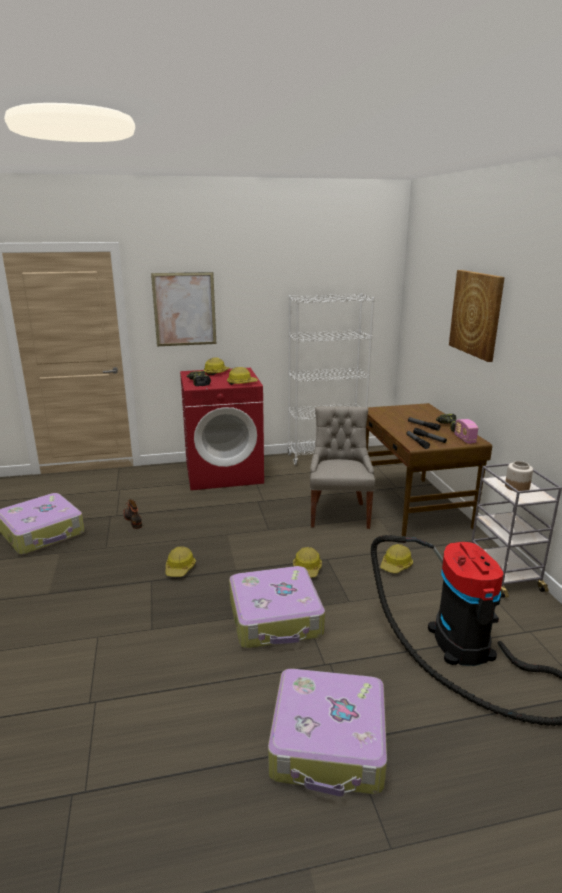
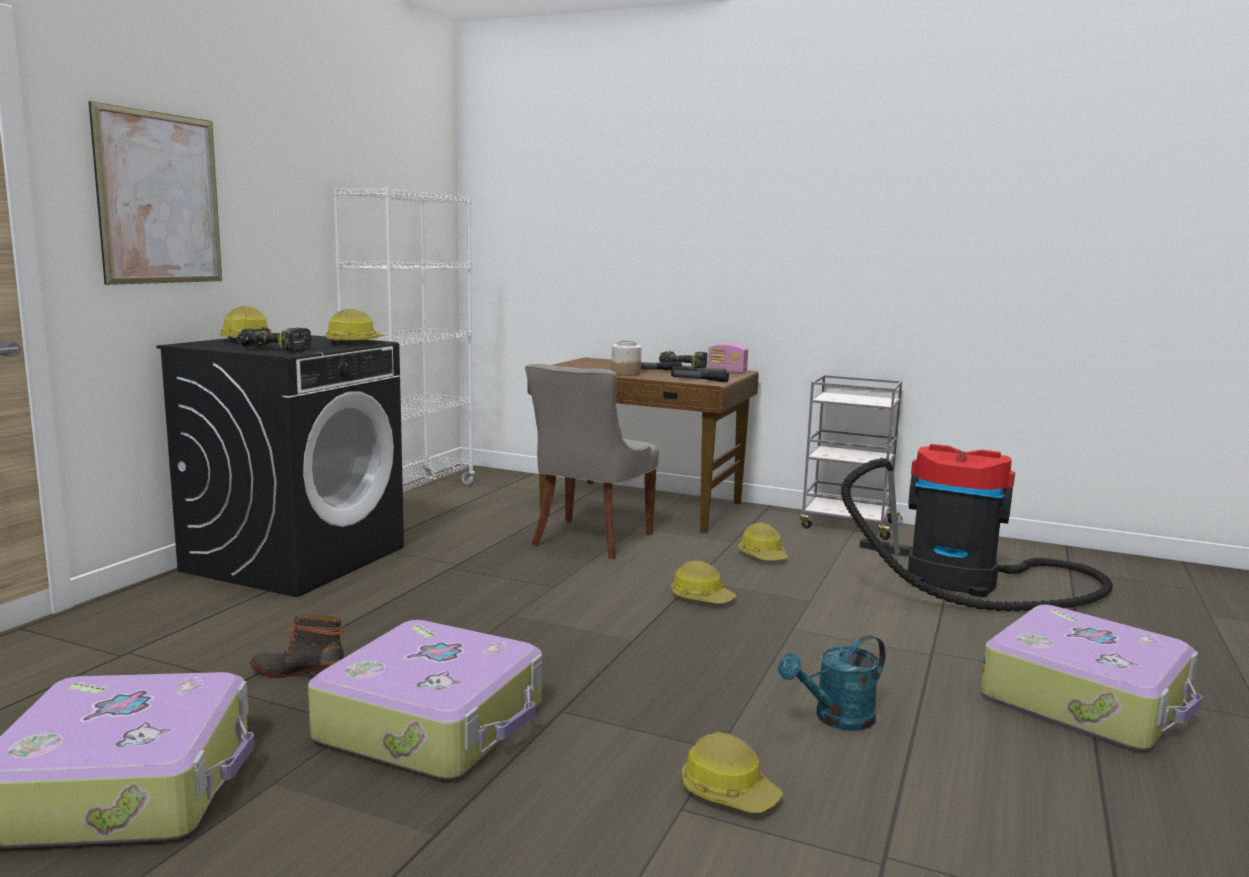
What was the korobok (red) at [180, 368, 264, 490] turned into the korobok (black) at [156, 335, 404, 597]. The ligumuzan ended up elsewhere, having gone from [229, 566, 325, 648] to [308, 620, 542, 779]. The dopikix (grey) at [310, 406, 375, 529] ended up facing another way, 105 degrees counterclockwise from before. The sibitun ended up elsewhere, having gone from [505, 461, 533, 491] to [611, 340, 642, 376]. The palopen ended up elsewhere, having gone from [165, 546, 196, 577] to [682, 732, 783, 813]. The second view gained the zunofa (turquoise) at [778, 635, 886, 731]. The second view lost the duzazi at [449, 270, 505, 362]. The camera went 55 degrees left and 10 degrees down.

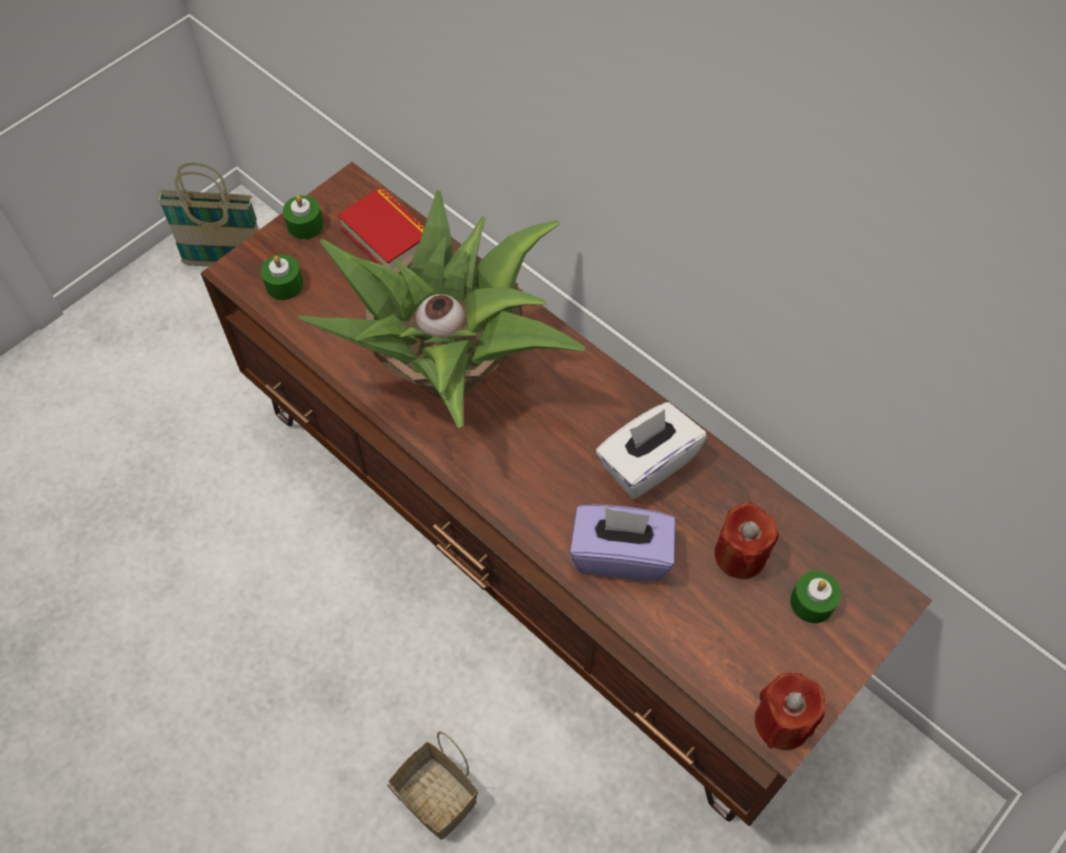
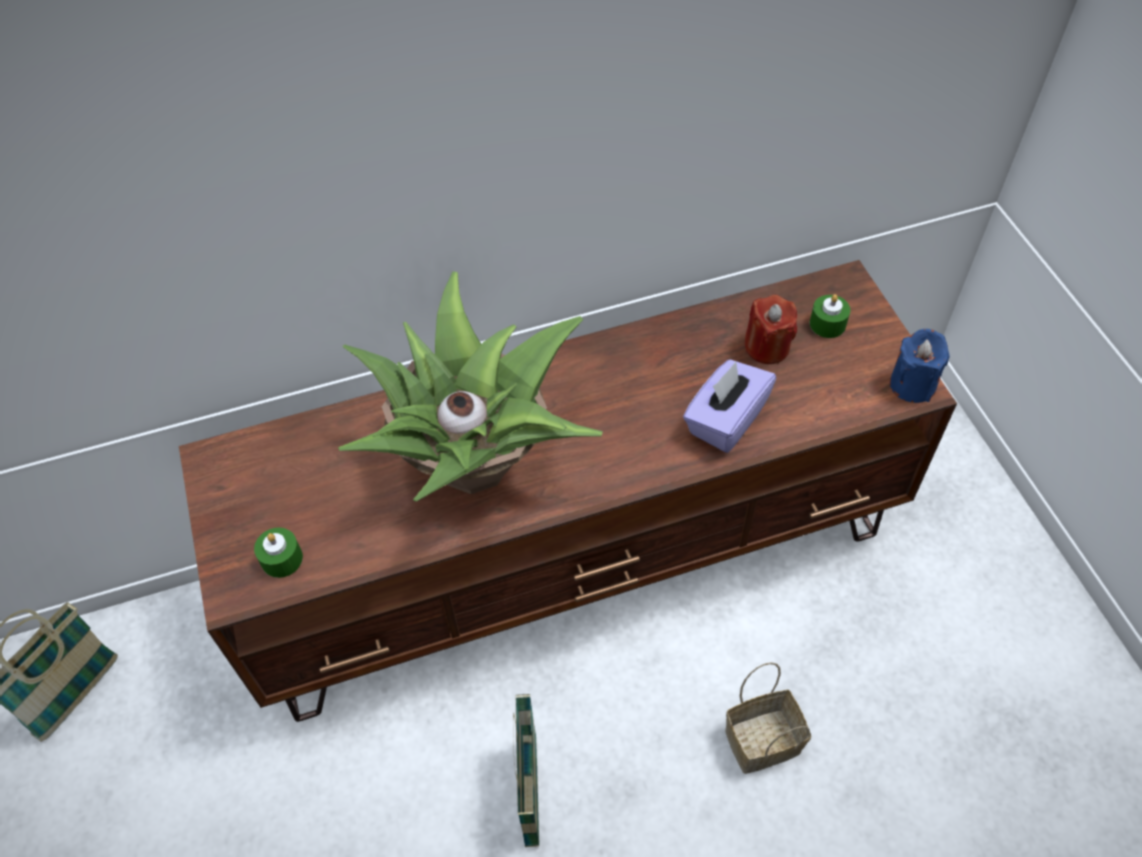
The second view gained the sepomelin at [513, 694, 539, 847]. What was the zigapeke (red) at [755, 673, 826, 750] turned into the zigapeke (blue) at [890, 329, 950, 403]. The second view lost the zigapeke (green) at [283, 195, 324, 239]. The second view lost the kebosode at [338, 188, 424, 270]. The second view lost the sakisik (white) at [596, 402, 707, 499]. The camera went 60 degrees left and 5 degrees down.

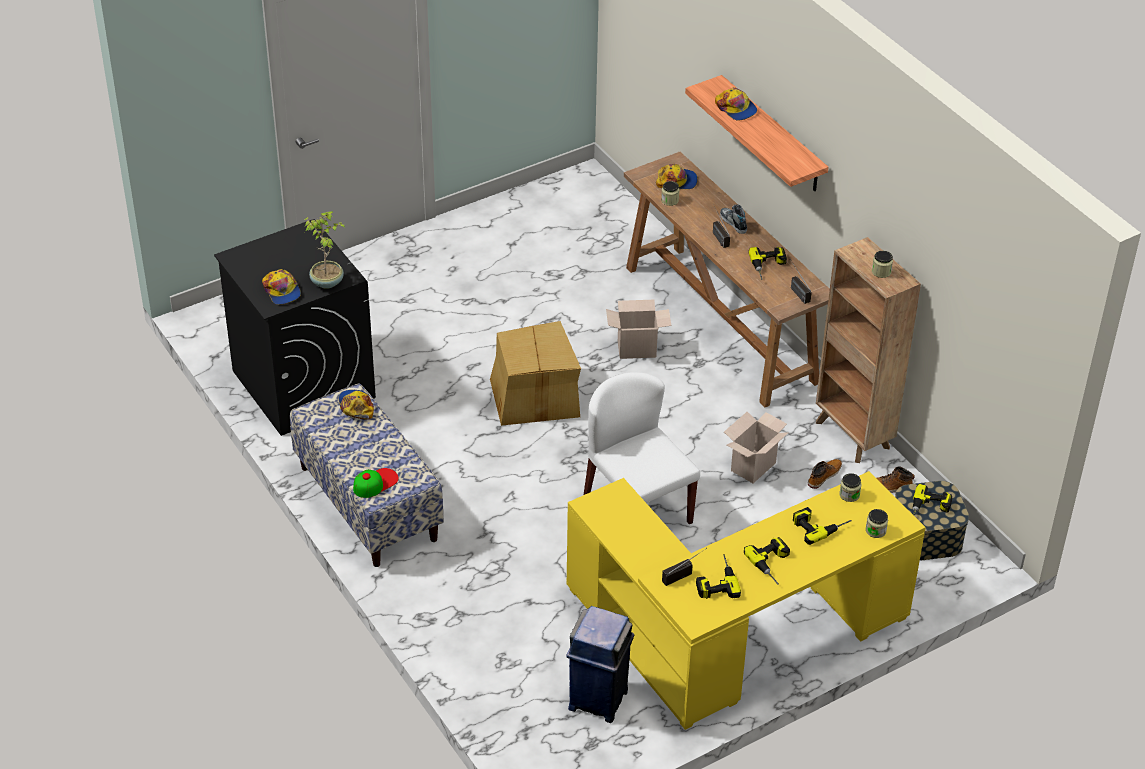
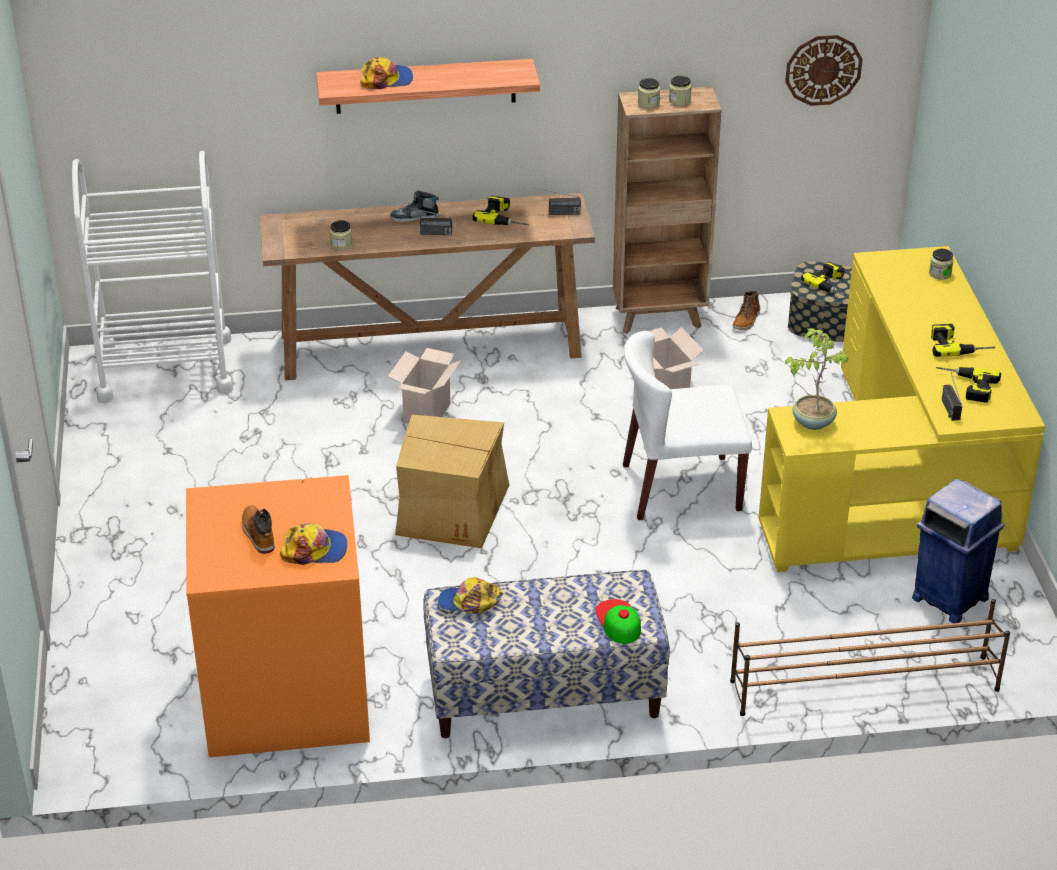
The second view gained the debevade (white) at [72, 151, 233, 403]. What was the korobok (black) at [214, 219, 376, 436] turned into the korobok (orange) at [186, 475, 370, 757]. The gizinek ended up elsewhere, having gone from [808, 459, 842, 489] to [242, 505, 275, 554]. The sibitun ended up elsewhere, having gone from [839, 473, 861, 502] to [638, 78, 660, 109]. The second view gained the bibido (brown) at [730, 599, 1010, 716]. The second view gained the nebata at [785, 35, 863, 106]. The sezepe ended up elsewhere, having gone from [304, 211, 346, 289] to [785, 328, 849, 430]. The second view lost the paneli at [656, 164, 698, 189]. The second view lost the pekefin at [793, 507, 852, 545]. The camera went 65 degrees left and 5 degrees down.

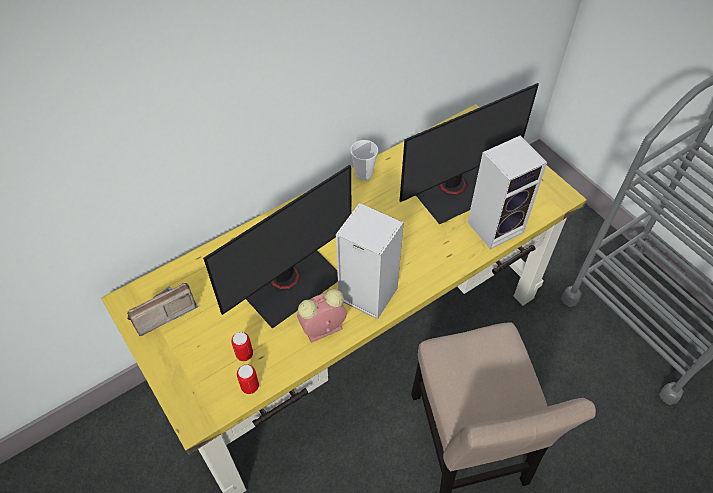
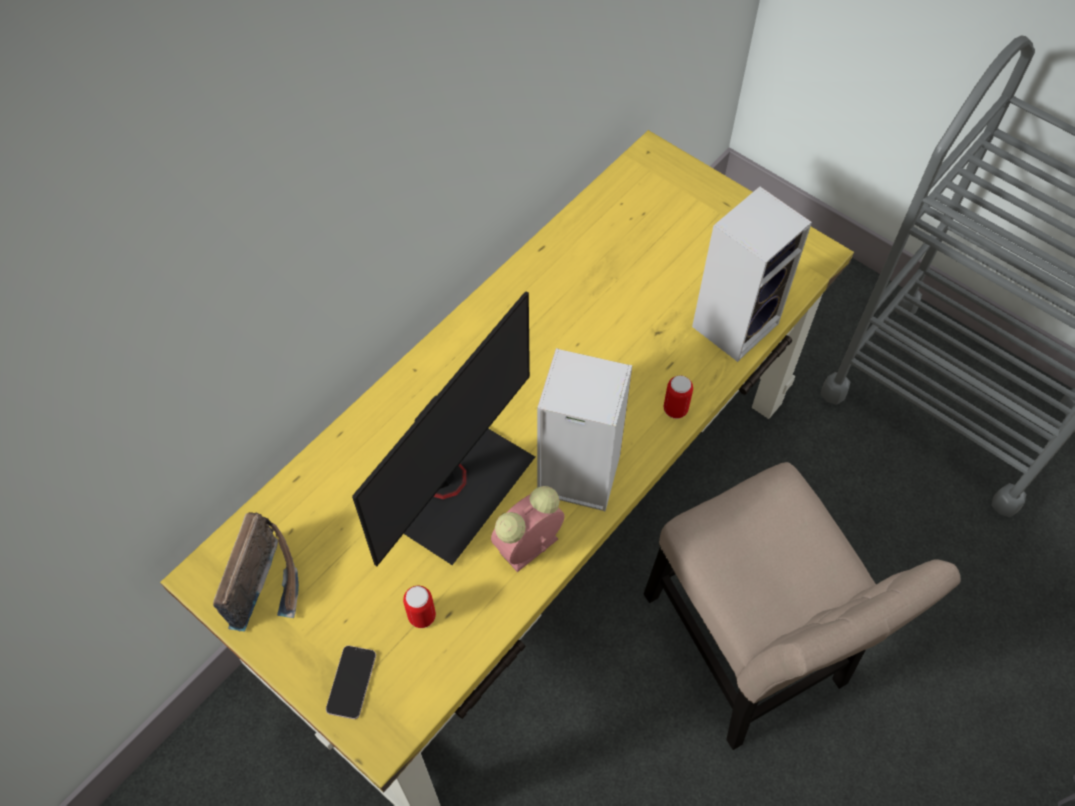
The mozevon at [127, 283, 198, 336] ended up facing another way, 150 degrees clockwise from before. The second view gained the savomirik at [326, 646, 376, 719]. The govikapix ended up elsewhere, having gone from [237, 364, 259, 394] to [664, 375, 693, 419]. The second view lost the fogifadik at [351, 140, 378, 181]. The second view lost the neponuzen at [400, 83, 539, 224]. The camera went 15 degrees left and 5 degrees up.

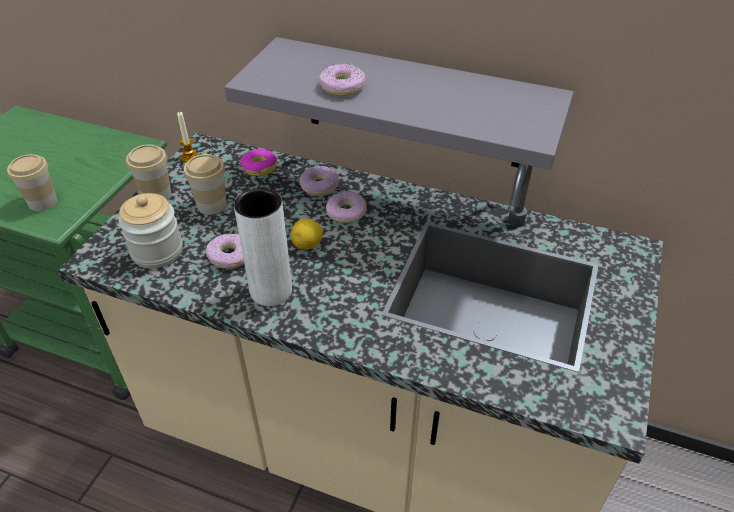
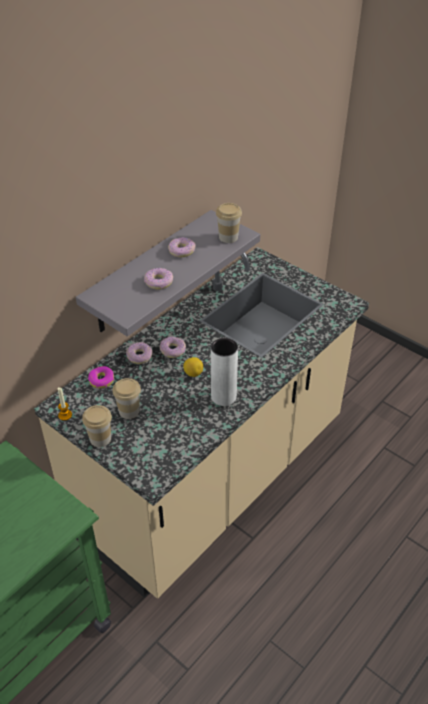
The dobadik ended up elsewhere, having gone from [206, 234, 244, 269] to [168, 237, 196, 257]. The fogifadik ended up elsewhere, having gone from [7, 154, 57, 211] to [216, 203, 242, 243]. The second view lost the sibitun at [118, 193, 183, 268]. The camera went 70 degrees left and 0 degrees up.

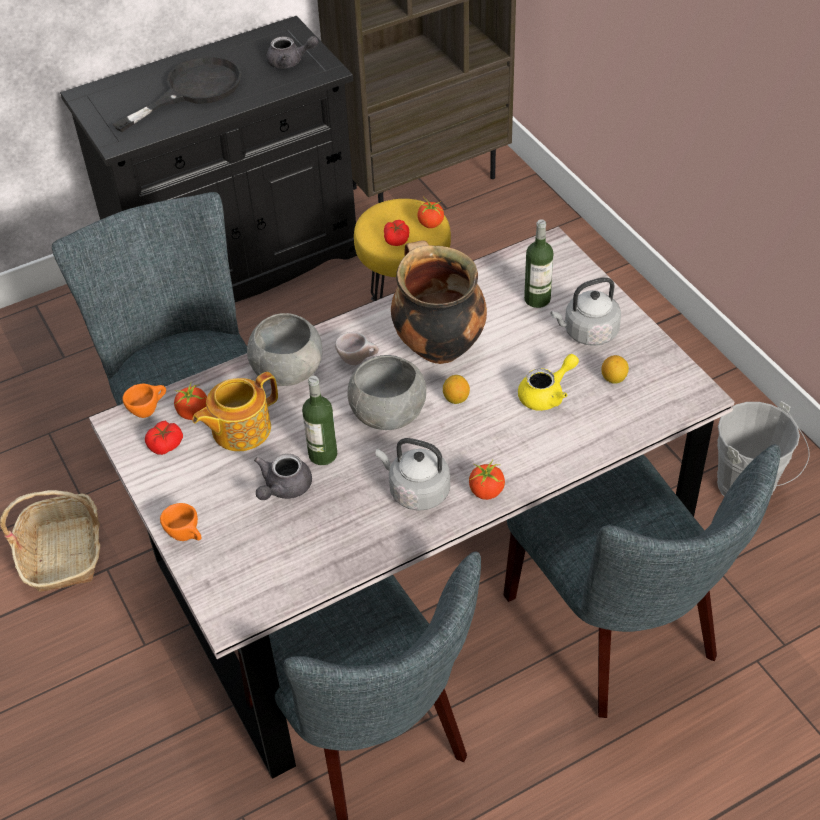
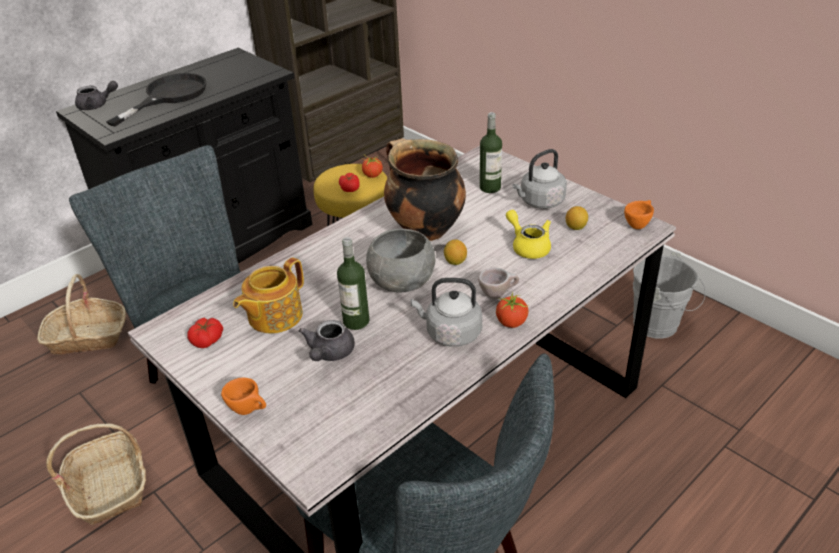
The second view gained the sepomelin at [37, 274, 126, 355]. The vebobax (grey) ended up elsewhere, having gone from [266, 36, 319, 68] to [75, 81, 118, 110]. The fogifadik (beige) ended up elsewhere, having gone from [335, 332, 379, 365] to [478, 268, 519, 299]. The vebobax (yellow) at [518, 354, 579, 411] ended up facing another way, 75 degrees counterclockwise from before. The fogifadik (orange) ended up elsewhere, having gone from [123, 383, 166, 418] to [624, 200, 654, 229]. The second view lost the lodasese at [174, 384, 207, 420]. The second view lost the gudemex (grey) at [247, 313, 322, 386]. The second view lost the dopikix (grey) at [503, 444, 780, 718]. The camera went 15 degrees left and 10 degrees down.

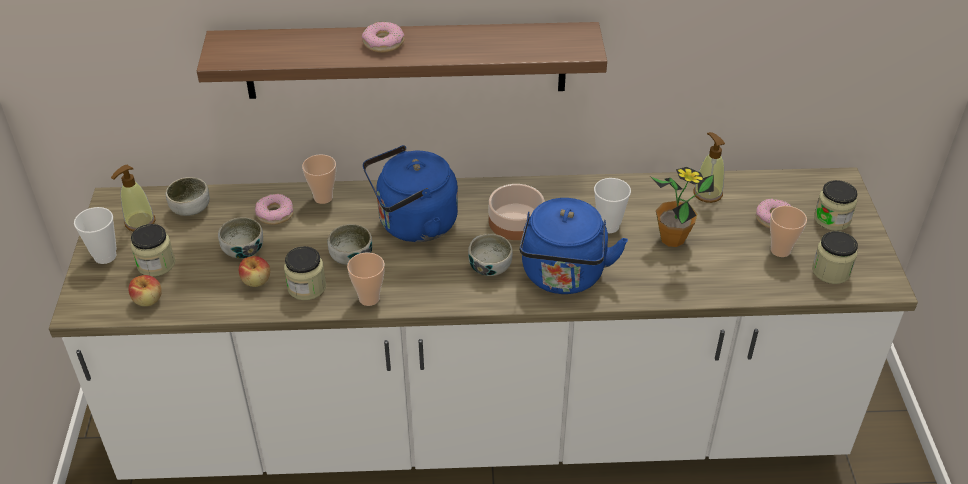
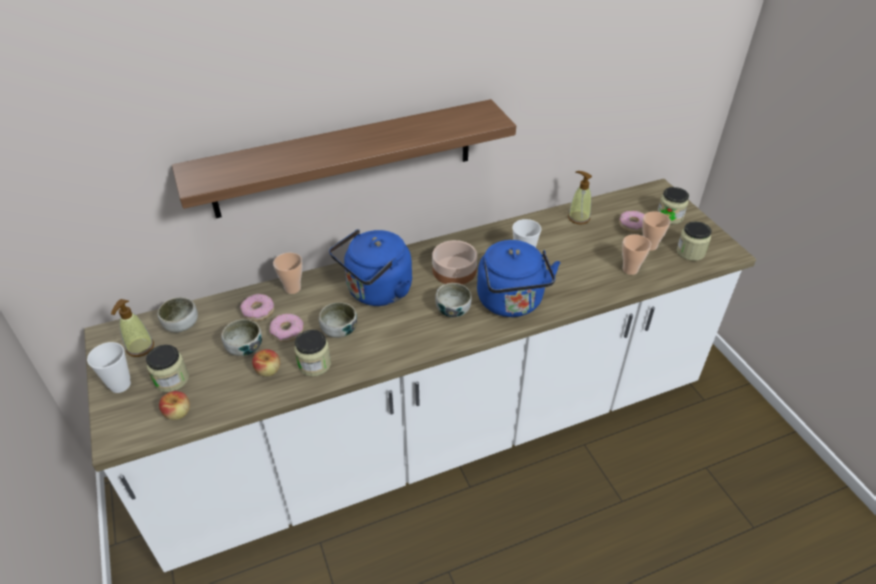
The dobadik ended up elsewhere, having gone from [362, 22, 404, 53] to [269, 313, 304, 342]. The fogifadik ended up elsewhere, having gone from [347, 253, 385, 306] to [622, 234, 651, 275]. The second view lost the sezepe at [651, 167, 714, 247]. The camera went 20 degrees left and 0 degrees up.

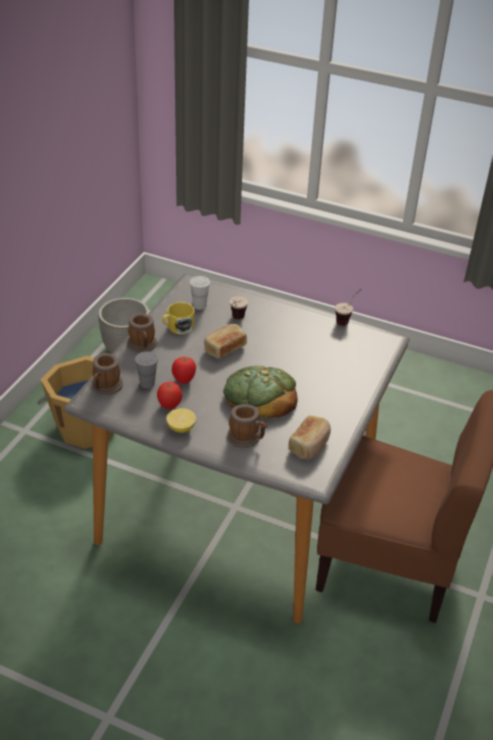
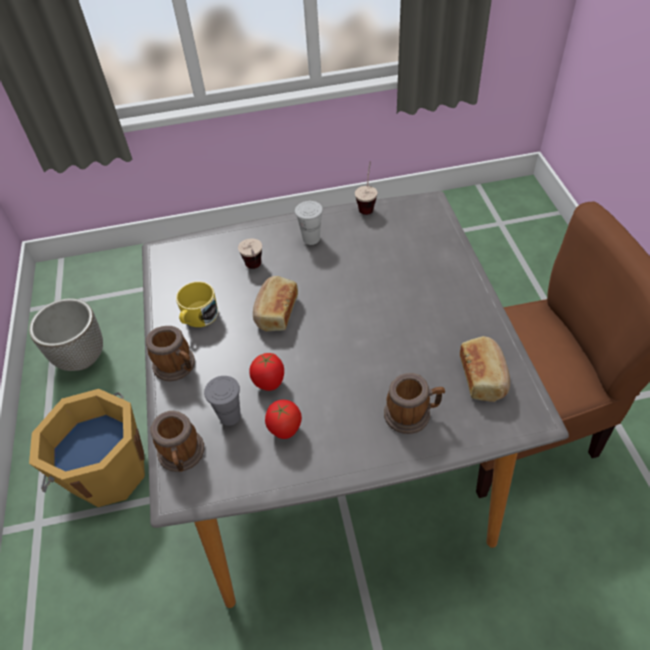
The fogifadik (white) ended up elsewhere, having gone from [189, 276, 210, 310] to [295, 201, 323, 245]. The second view lost the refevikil at [166, 408, 196, 433]. The second view lost the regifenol at [223, 365, 298, 418]. The camera went 30 degrees left and 10 degrees up.

